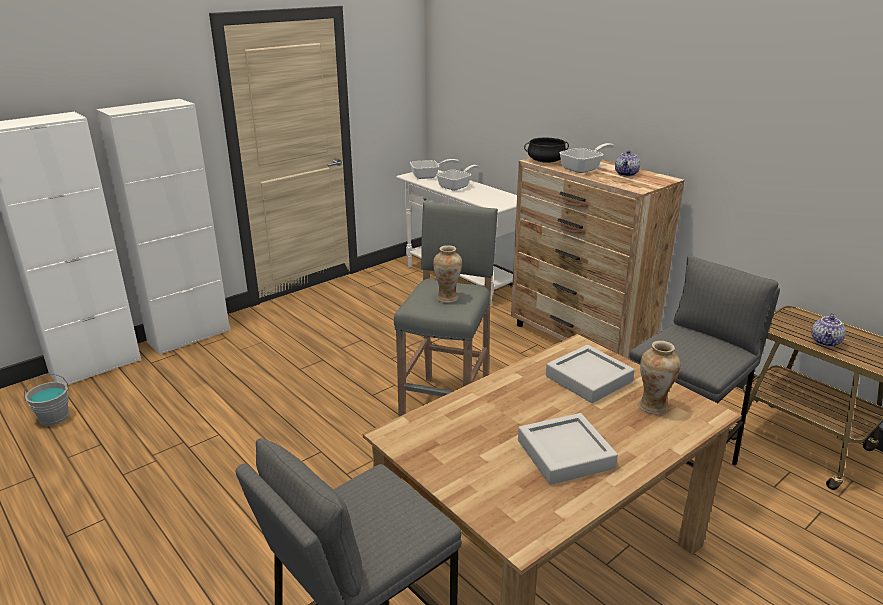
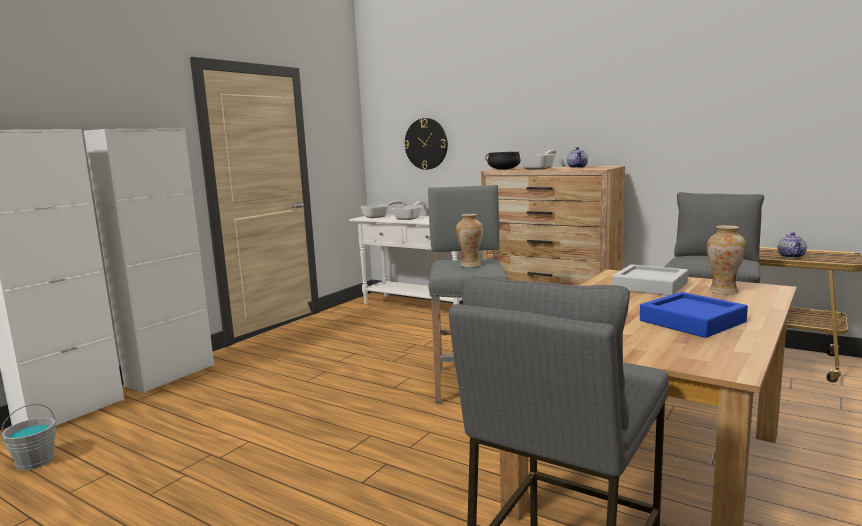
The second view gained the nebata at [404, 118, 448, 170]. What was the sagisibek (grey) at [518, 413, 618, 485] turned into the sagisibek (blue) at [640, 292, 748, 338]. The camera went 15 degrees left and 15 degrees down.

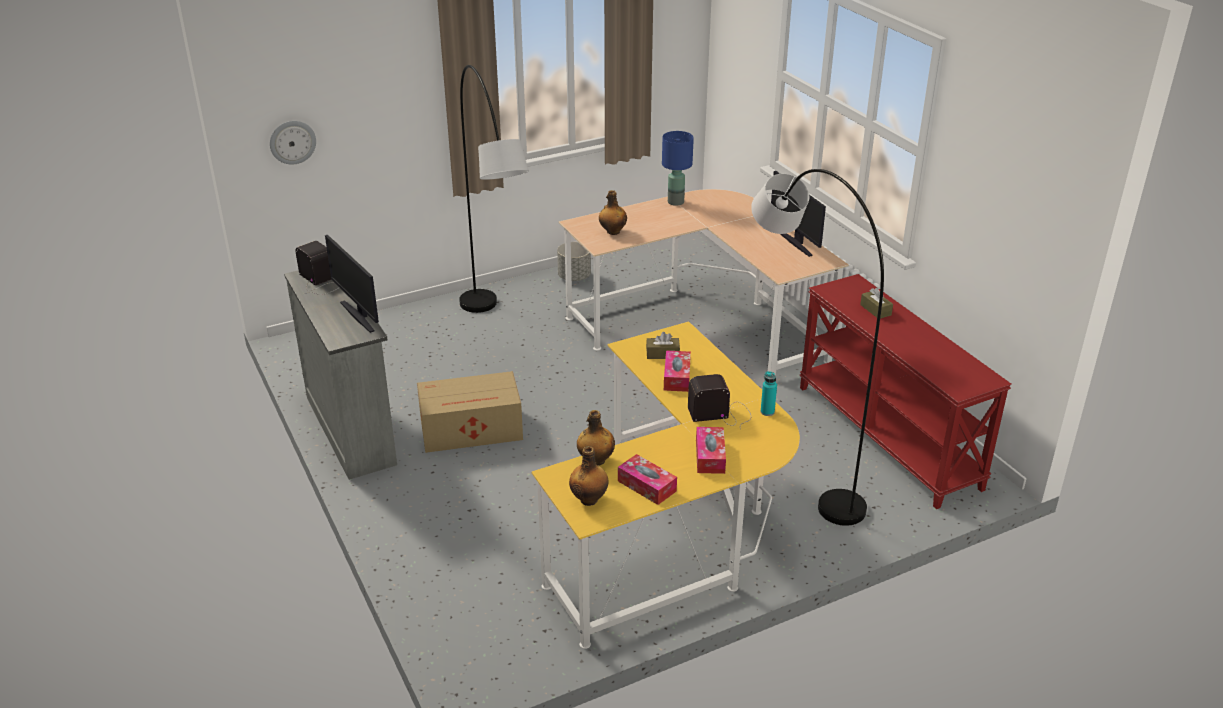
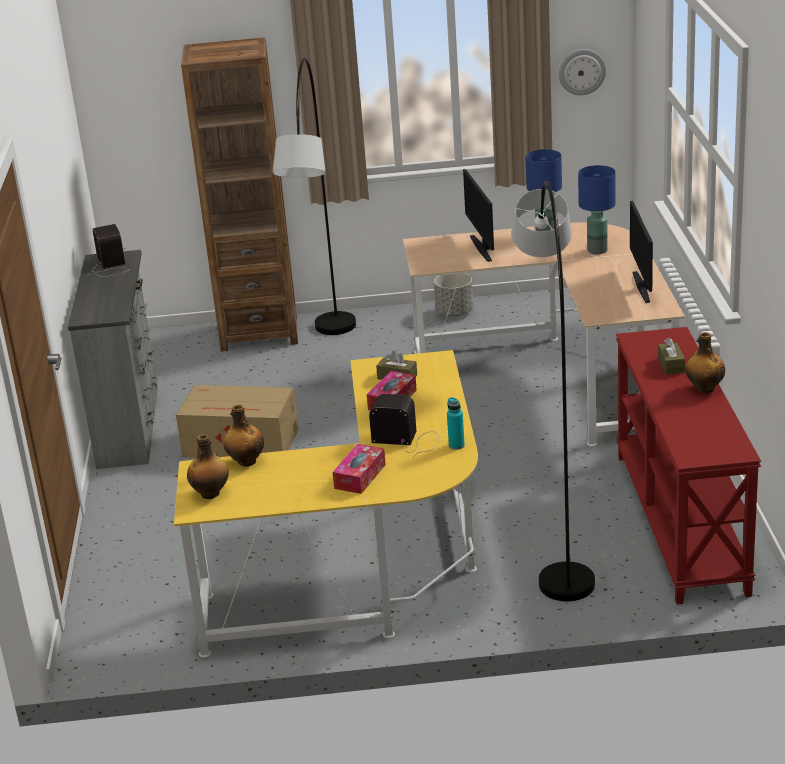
The second view gained the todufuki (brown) at [181, 37, 298, 352]. The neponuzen ended up elsewhere, having gone from [325, 235, 379, 333] to [463, 169, 494, 262]. The nebata ended up elsewhere, having gone from [270, 121, 316, 165] to [559, 49, 606, 95]. The second view gained the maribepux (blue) at [578, 165, 616, 254]. The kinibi ended up elsewhere, having gone from [599, 190, 627, 235] to [686, 332, 725, 393]. The second view lost the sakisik at [618, 454, 677, 505]. The camera went 25 degrees right and 5 degrees down.

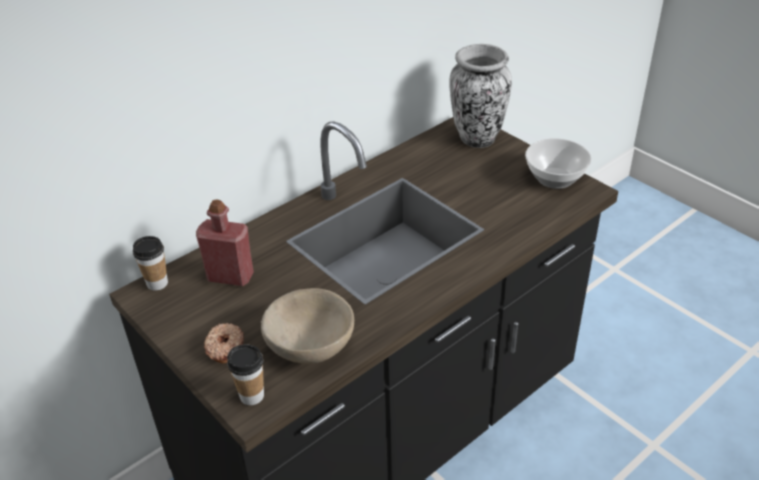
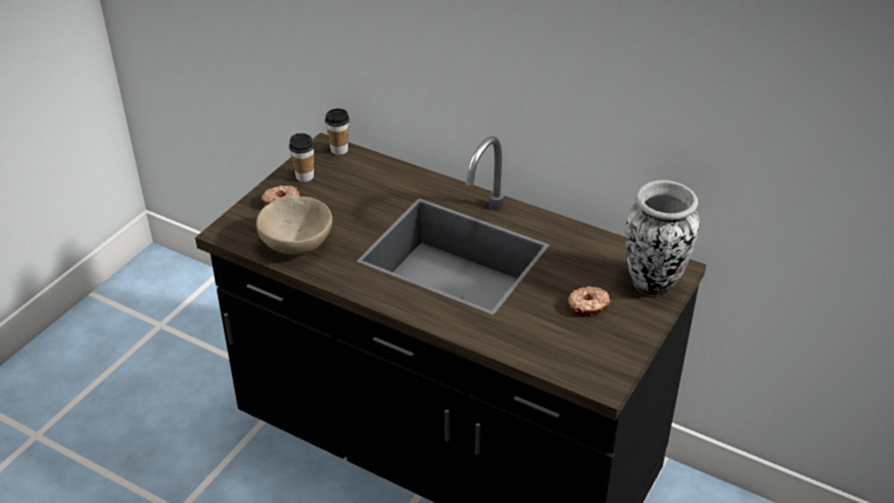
The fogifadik ended up elsewhere, having gone from [227, 344, 264, 405] to [289, 133, 315, 182]. The second view gained the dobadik at [568, 286, 611, 317]. The second view lost the kinibi (red) at [196, 199, 254, 286]. The second view lost the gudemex at [525, 138, 592, 189]. The camera went 70 degrees right and 0 degrees up.

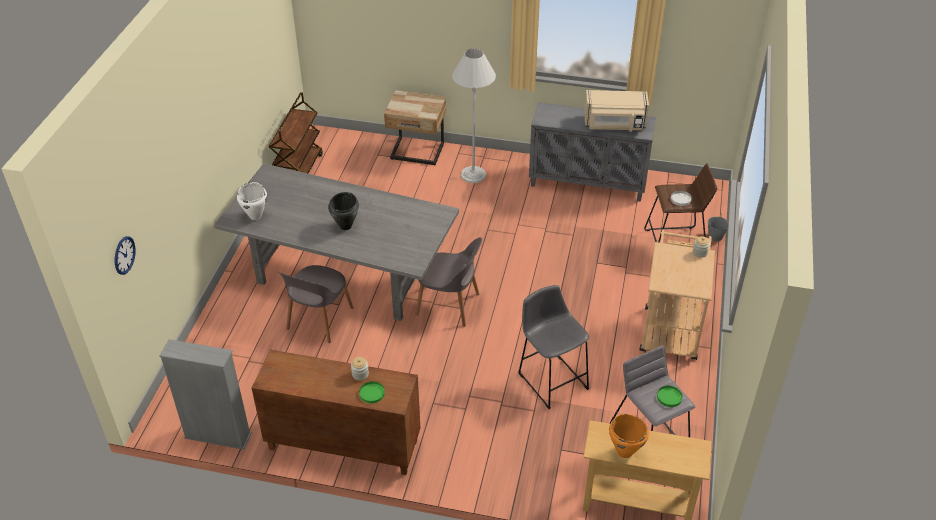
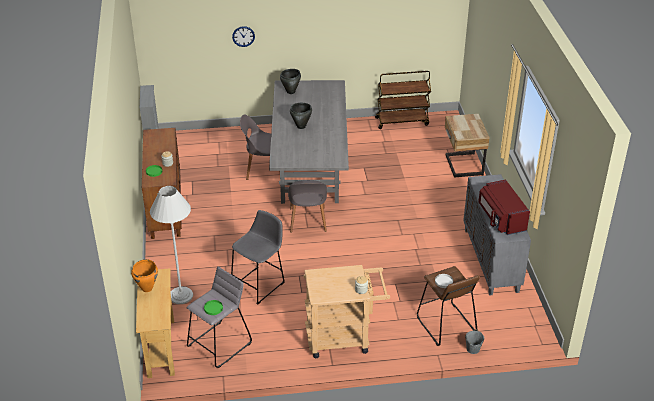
The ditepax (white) ended up elsewhere, having gone from [452, 48, 496, 183] to [150, 186, 193, 304]. The nebata ended up elsewhere, having gone from [115, 236, 136, 275] to [232, 26, 255, 47]. What was the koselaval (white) at [237, 182, 267, 220] turned into the koselaval (black) at [280, 69, 301, 94]. What was the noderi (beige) at [584, 90, 649, 132] turned into the noderi (red) at [478, 180, 530, 235]. The camera went 70 degrees right and 5 degrees down.

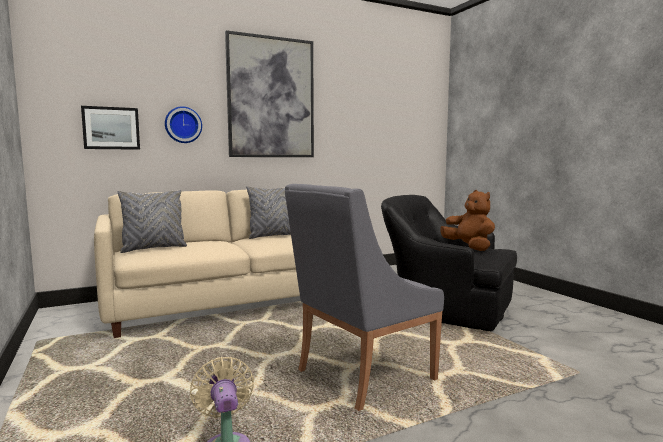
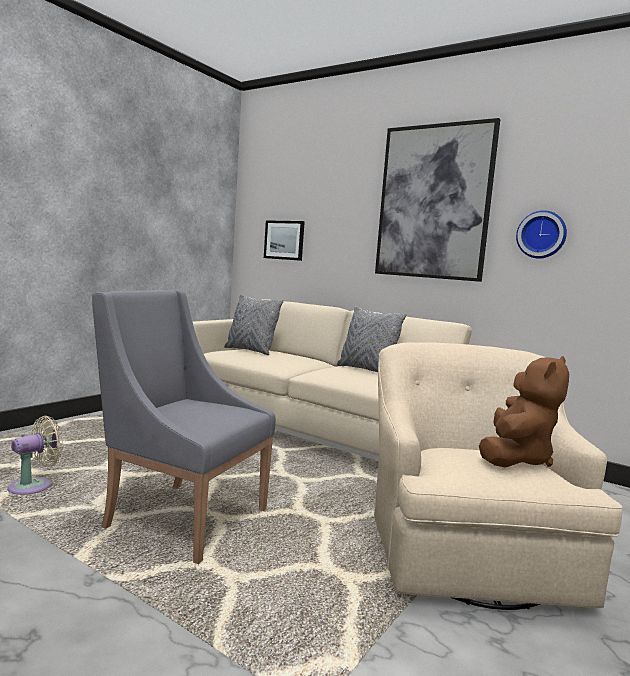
What was the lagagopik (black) at [381, 195, 517, 331] turned into the lagagopik (beige) at [374, 342, 623, 610]. The nebata ended up elsewhere, having gone from [165, 106, 202, 143] to [516, 210, 567, 259]. The camera went 60 degrees right and 0 degrees up.

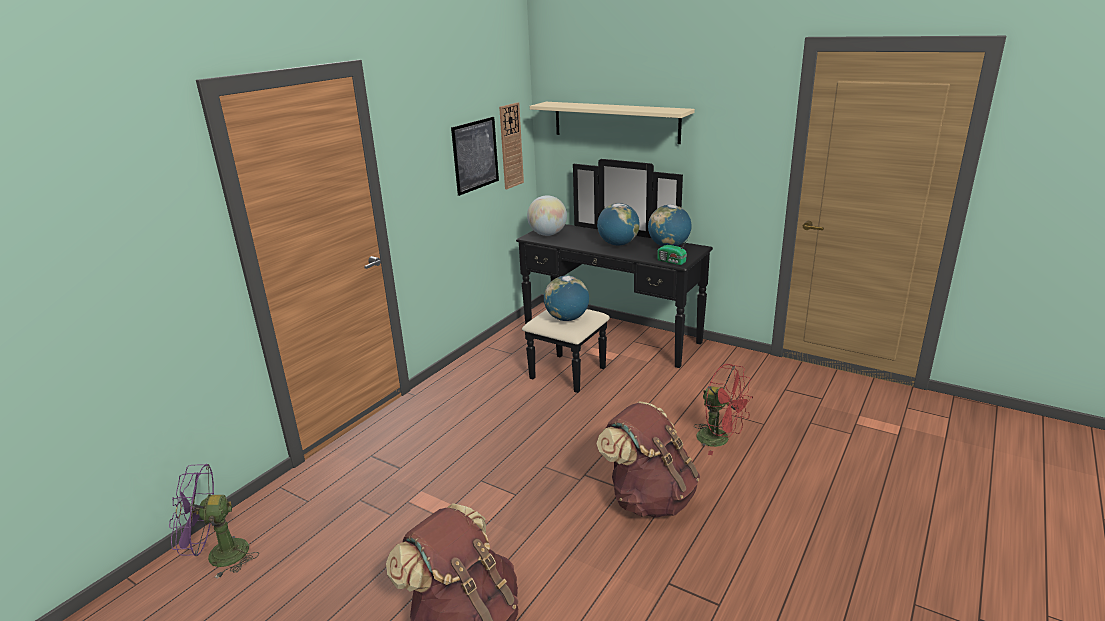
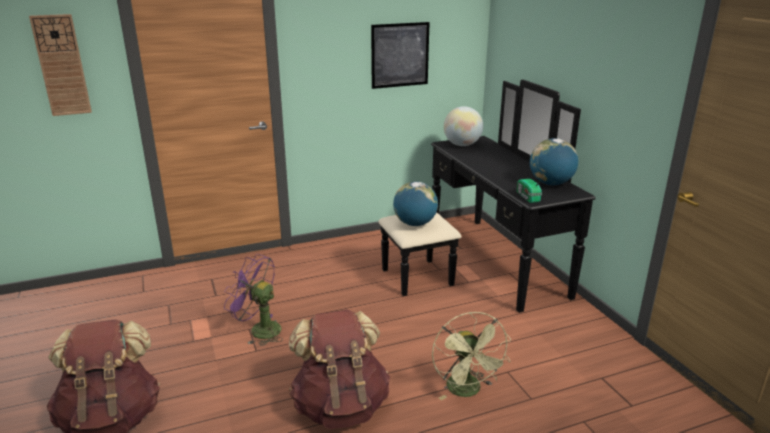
The nebata ended up elsewhere, having gone from [499, 102, 524, 189] to [29, 14, 92, 116]. The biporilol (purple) ended up elsewhere, having gone from [169, 464, 259, 579] to [224, 254, 283, 346]. What was the biporilol (red) at [694, 364, 753, 455] turned into the biporilol (green) at [432, 312, 511, 400]. The second view lost the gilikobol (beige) at [530, 102, 695, 144]. The second view lost the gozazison at [597, 203, 640, 246]. The camera went 35 degrees right and 0 degrees up.

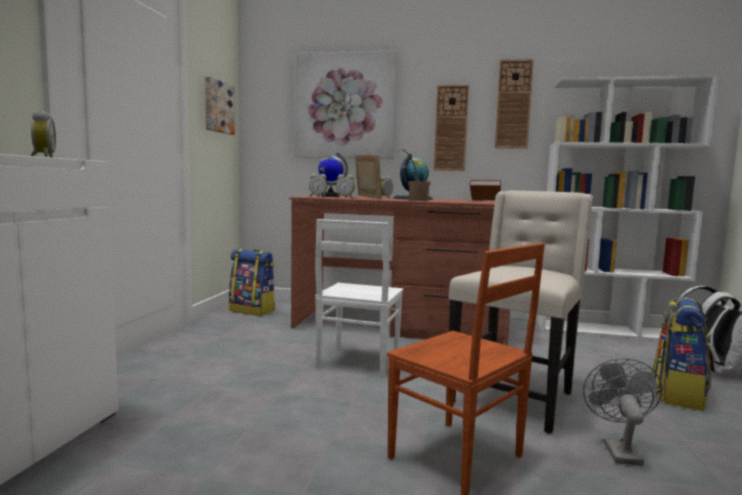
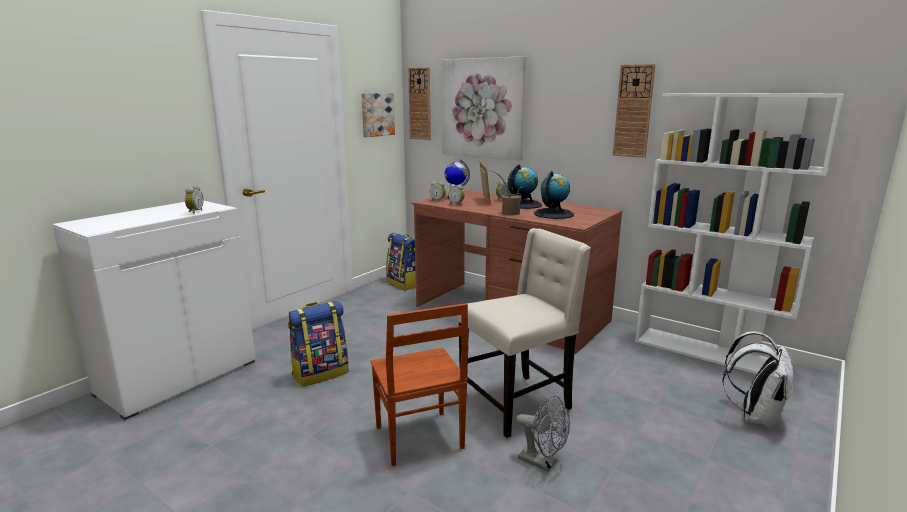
The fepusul ended up elsewhere, having gone from [652, 297, 711, 411] to [288, 301, 348, 387]. The nebata ended up elsewhere, having gone from [434, 85, 469, 171] to [408, 67, 431, 140]. The biporilol (grey) at [583, 358, 663, 466] ended up facing another way, 90 degrees clockwise from before. The second view gained the gozazison at [534, 171, 574, 219]. The second view lost the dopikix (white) at [315, 219, 403, 377]. The second view lost the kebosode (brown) at [470, 180, 501, 200]. The camera went 25 degrees right and 10 degrees up.

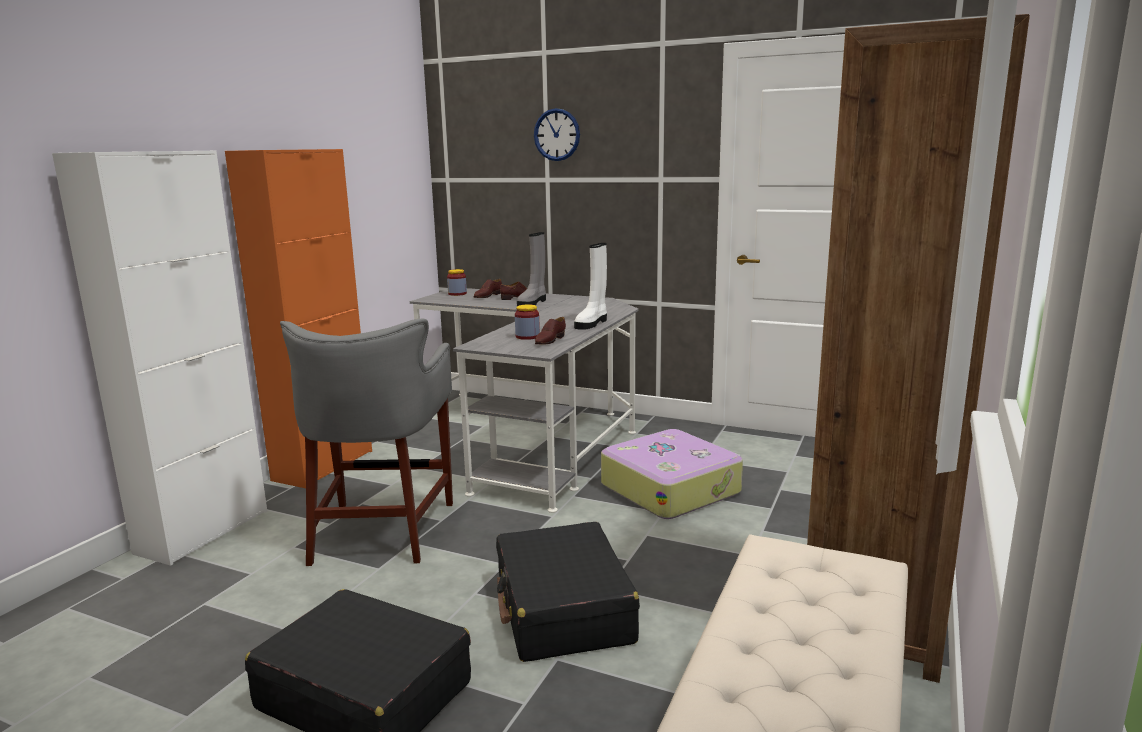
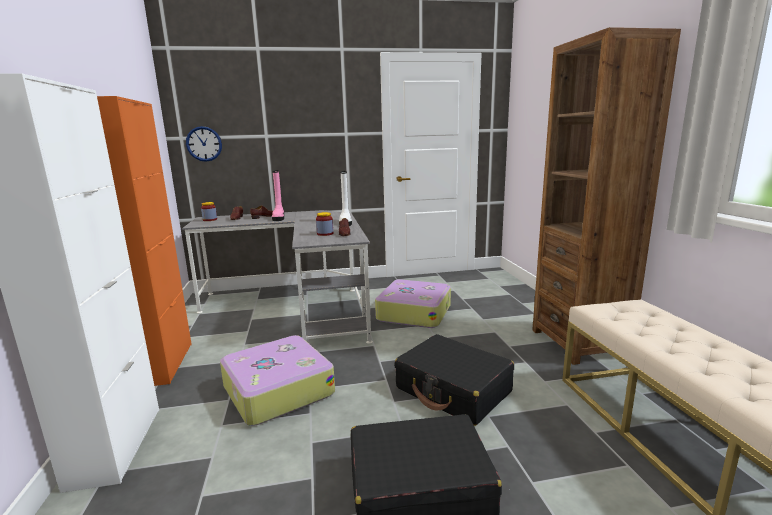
The nebata ended up elsewhere, having gone from [534, 108, 580, 161] to [186, 126, 222, 162]. Where the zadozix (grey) stood at [280, 319, 453, 566], the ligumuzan came to stand at [220, 335, 335, 426]. What was the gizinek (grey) at [517, 232, 546, 306] turned into the gizinek (pink) at [272, 170, 284, 221]. The camera went 35 degrees left and 0 degrees up.

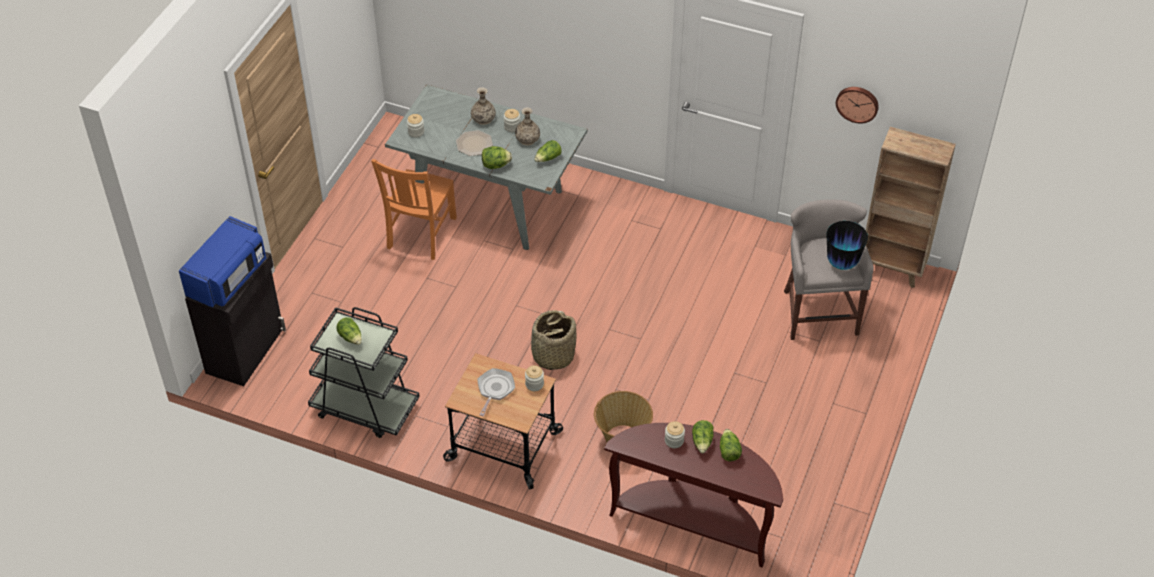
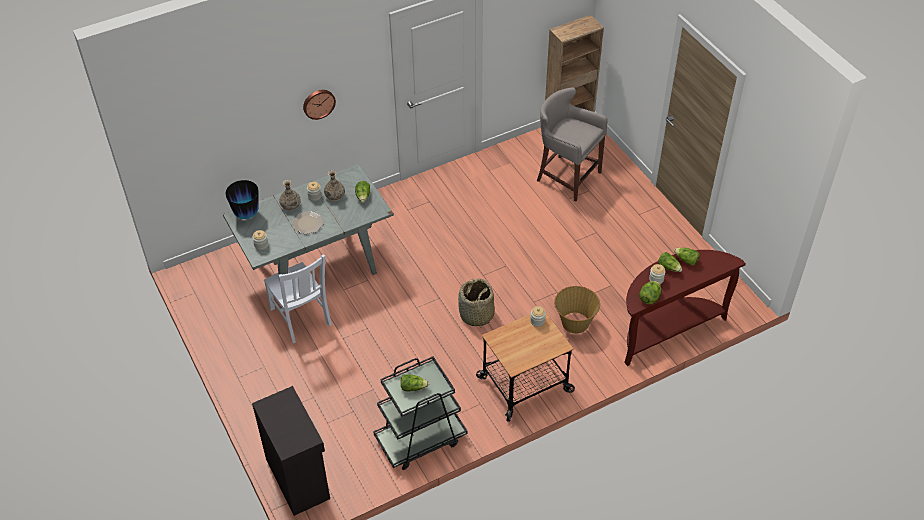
The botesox ended up elsewhere, having gone from [827, 221, 868, 270] to [225, 180, 259, 219]. What was the dopikix (orange) at [371, 159, 457, 260] turned into the dopikix (white) at [264, 255, 332, 343]. The nebata ended up elsewhere, having gone from [836, 87, 879, 123] to [303, 90, 336, 120]. The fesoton ended up elsewhere, having gone from [482, 146, 512, 169] to [639, 281, 661, 304]. The second view lost the noderi (blue) at [179, 216, 266, 308]. The second view lost the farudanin at [478, 368, 515, 416]. The camera went 50 degrees left and 0 degrees up.

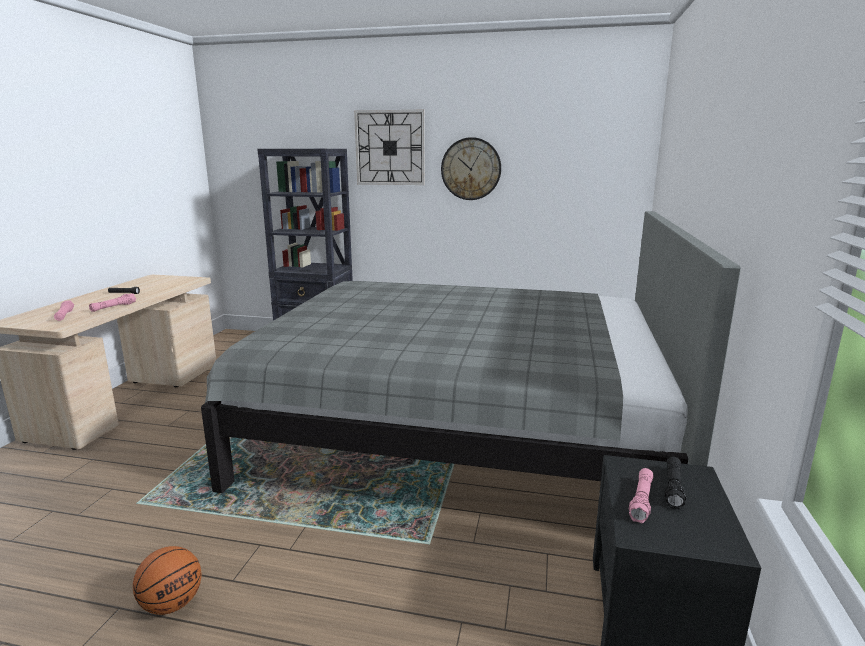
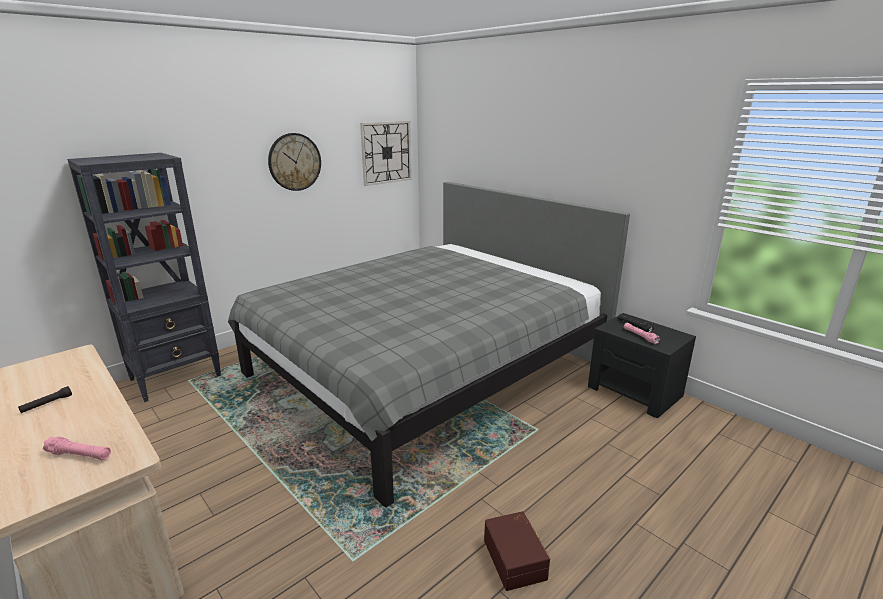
The nebata ended up elsewhere, having gone from [354, 109, 425, 185] to [360, 121, 412, 186]. Where the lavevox stood at [133, 546, 201, 615], the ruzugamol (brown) came to stand at [484, 511, 550, 591]. The second view lost the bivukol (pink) at [89, 293, 137, 312]. The camera went 55 degrees left and 5 degrees up.

